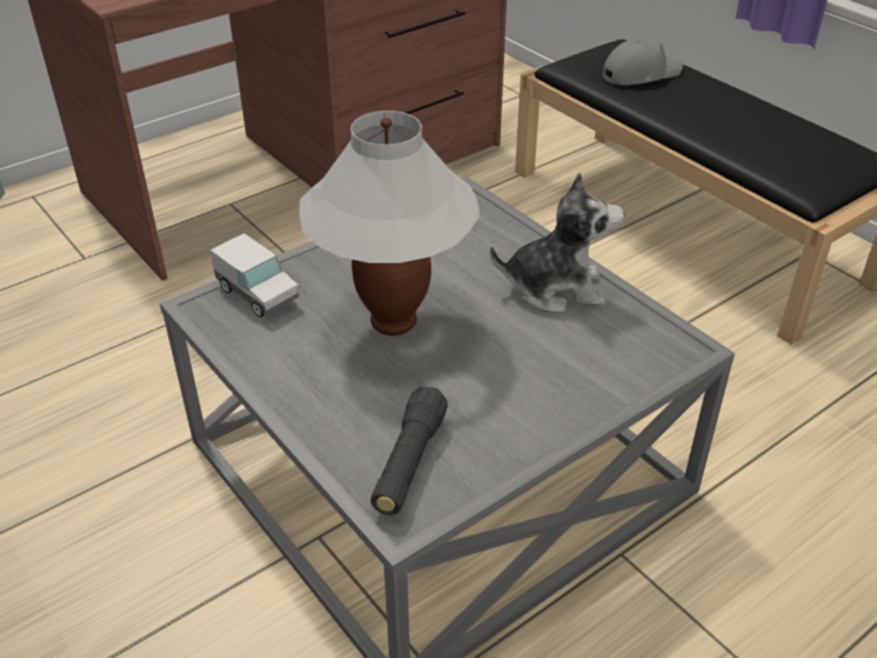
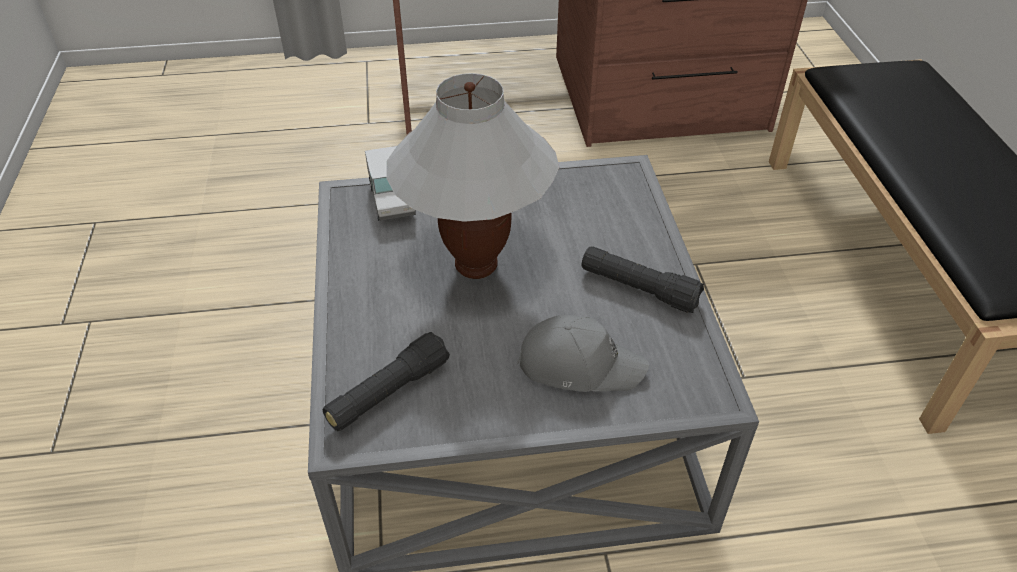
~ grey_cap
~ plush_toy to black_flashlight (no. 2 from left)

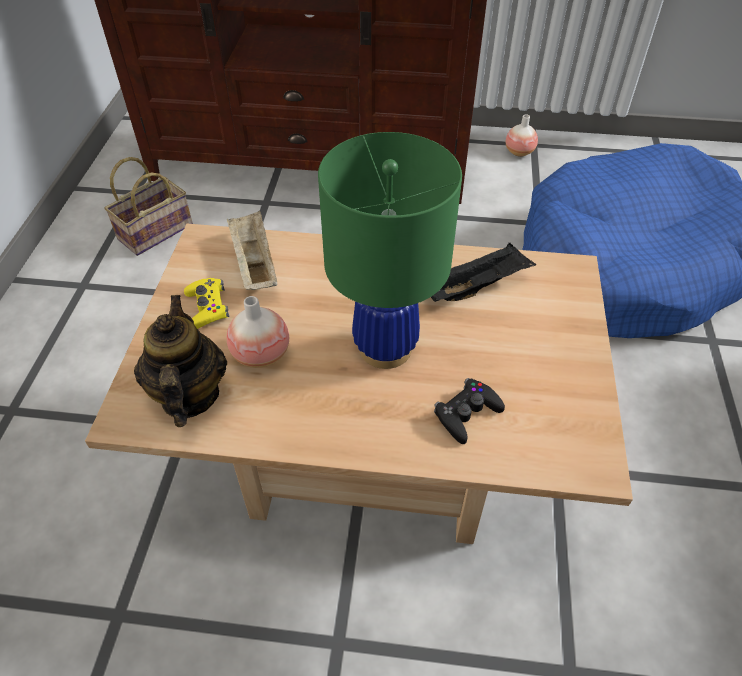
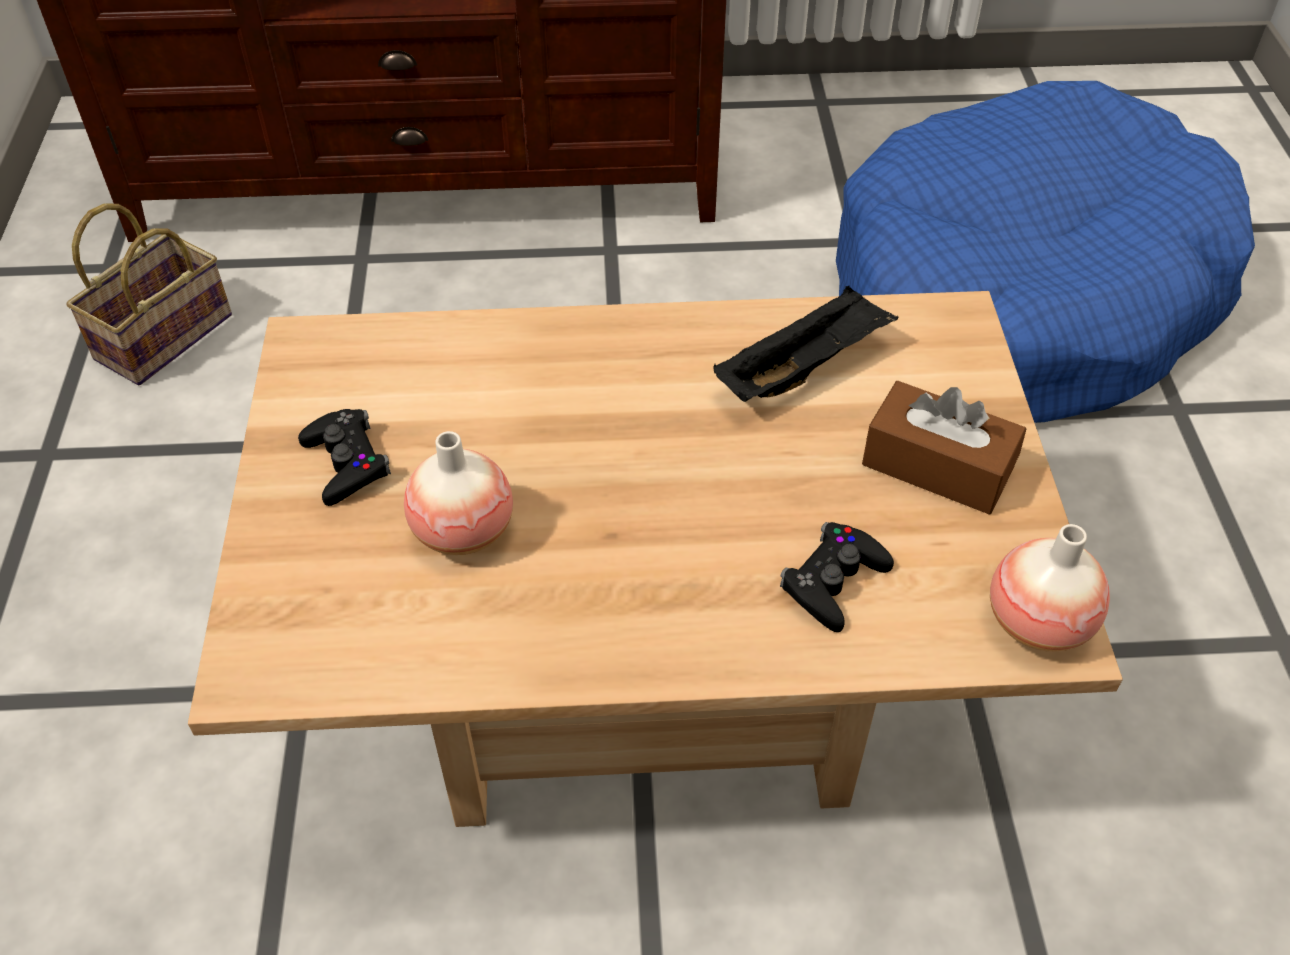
- teapot
- beige_tray
- green_table_lamp
+ brown_tissue_box
~ vase (no. 2 from left)
~ yellow_game_controller to black_game_controller (no. 1 from left)

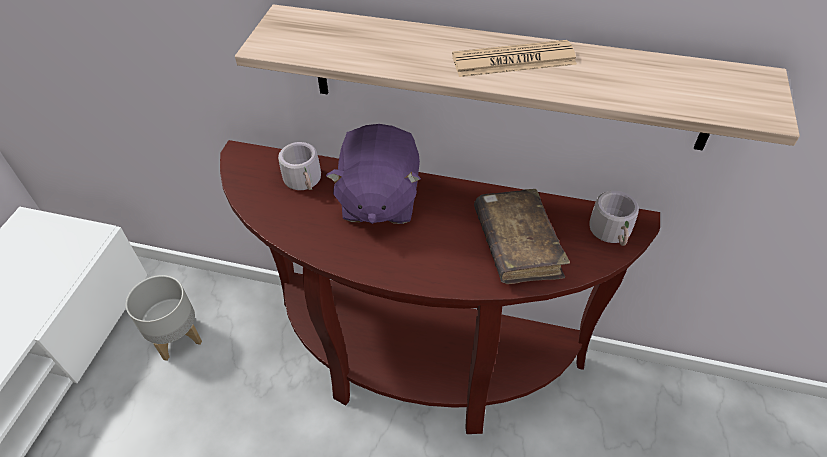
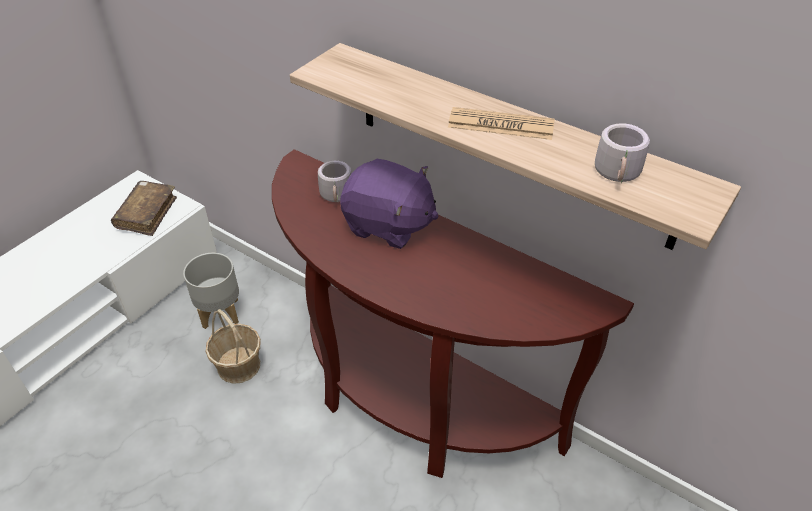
+ basket
~ brown_book
~ grey_mug (no. 2 from left)
~ purple_plush_toy 90 degrees counterclockwise

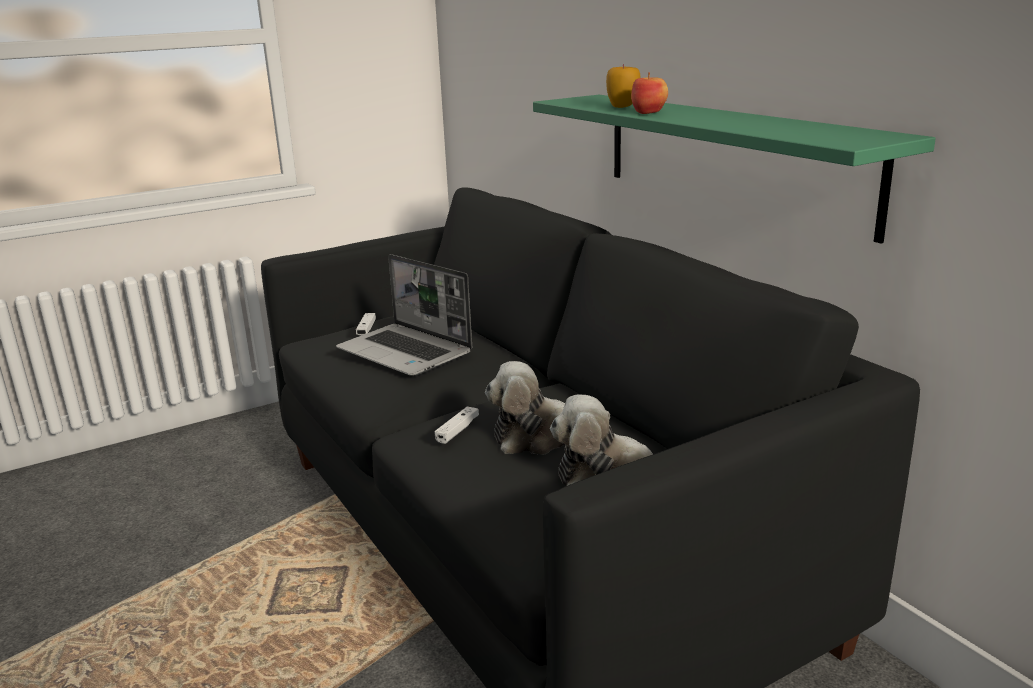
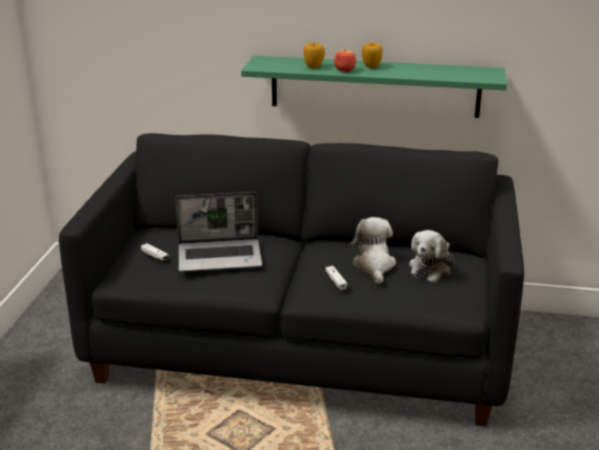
+ apple (no. 3 from left)
~ plush_toy (no. 1 from left) 150 degrees clockwise

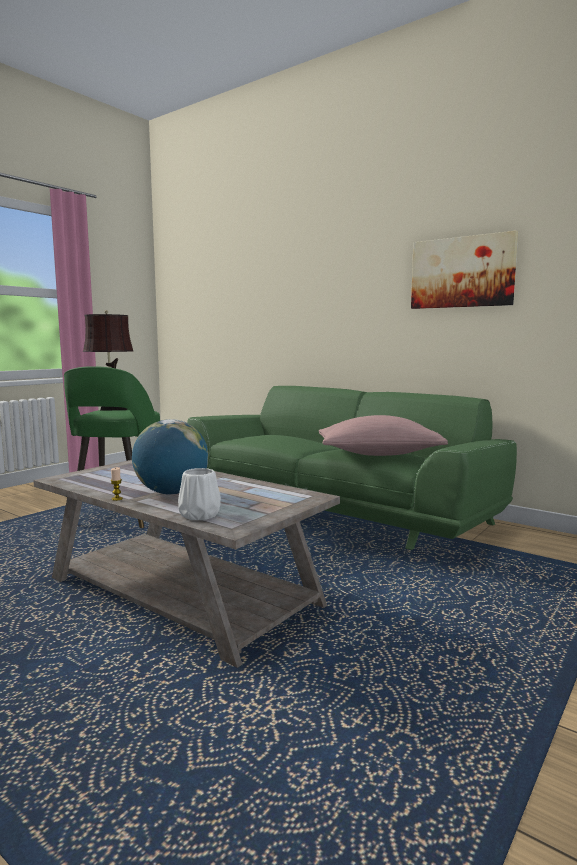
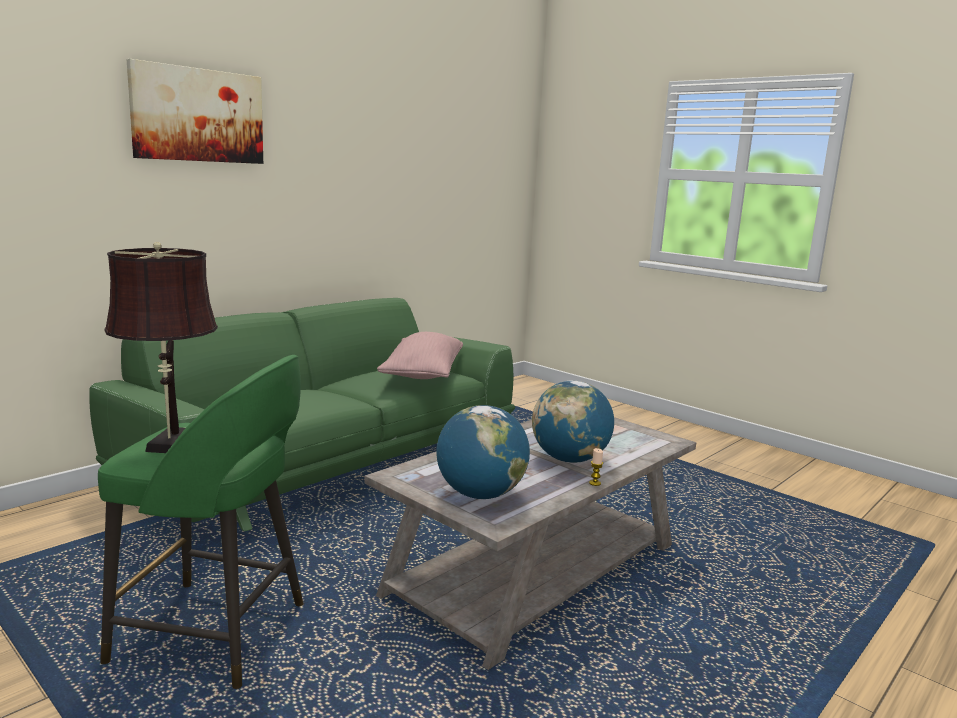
- white_vase
+ globe (no. 1 from left)
~ picture

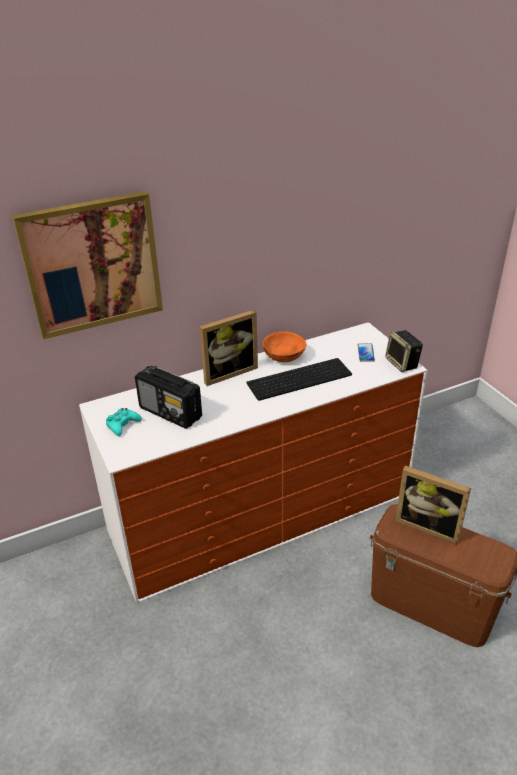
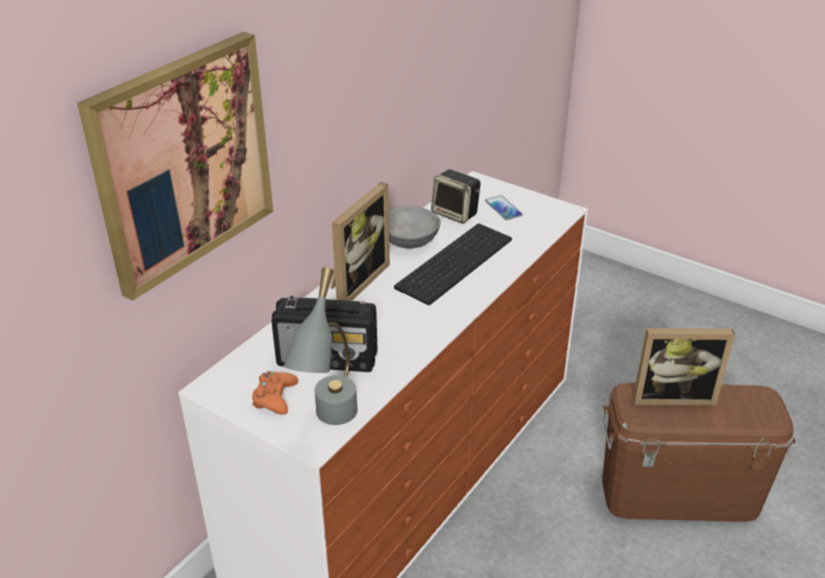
+ grey_table_lamp
~ speaker
~ turquoise_game_controller to orange_game_controller
~ orange_bowl to grey_bowl

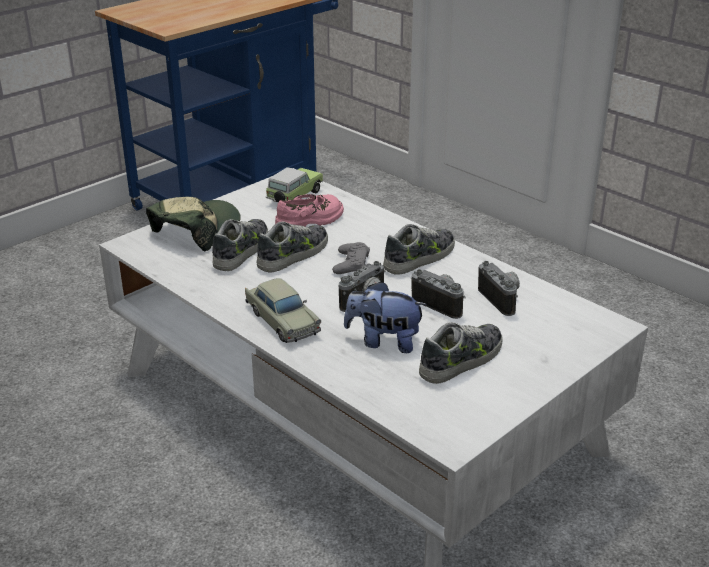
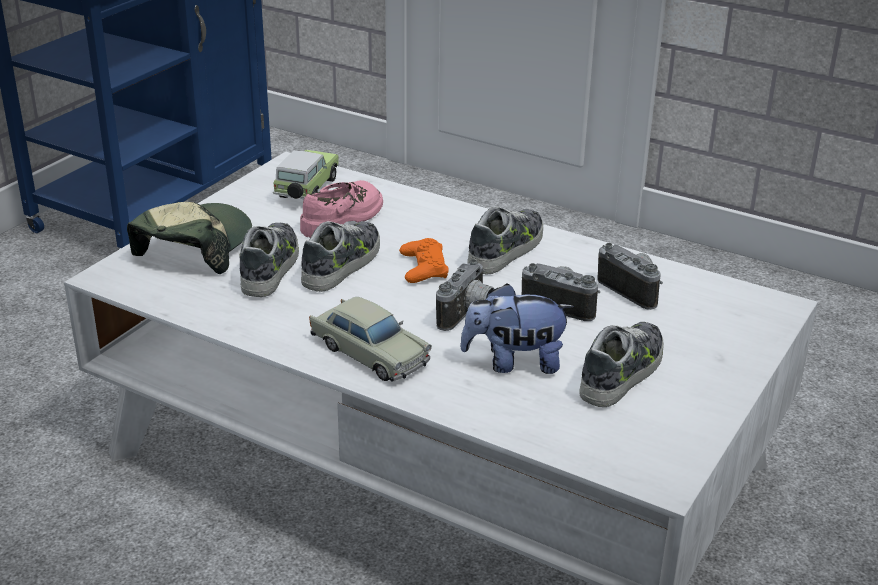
~ grey_game_controller to orange_game_controller

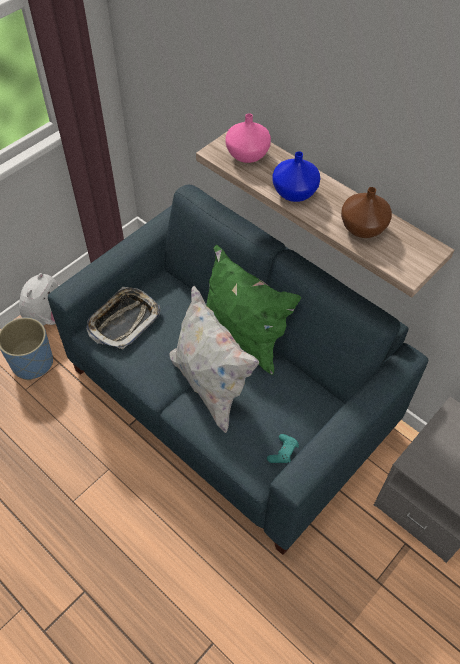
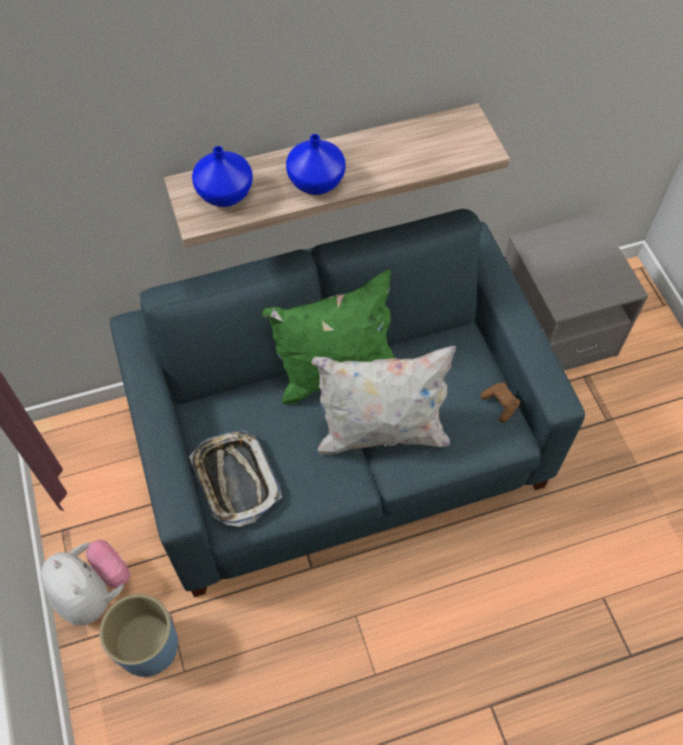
- brown_vase
~ pink_vase to blue_vase (no. 1 from left)
~ turquoise_game_controller to brown_game_controller

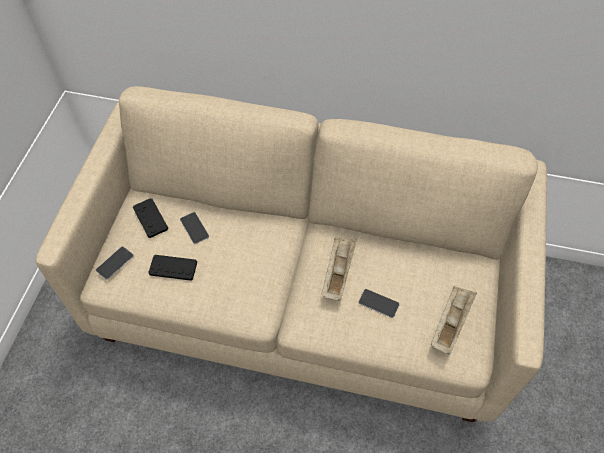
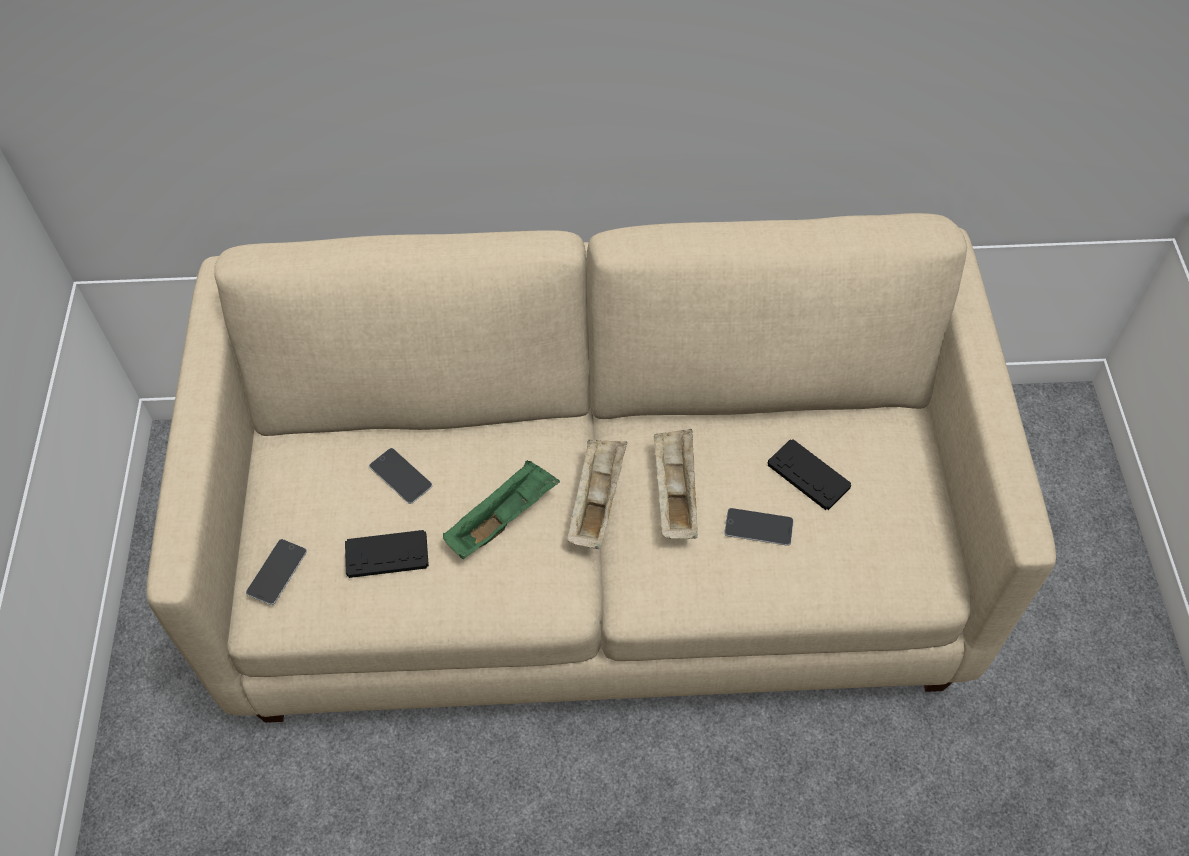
+ green_tray
~ black_game_controller (no. 1 from left in the first image) to black_game_controller (no. 2 from left)
~ beige_tray (no. 2 from left in the first image) to beige_tray (no. 1 from left)

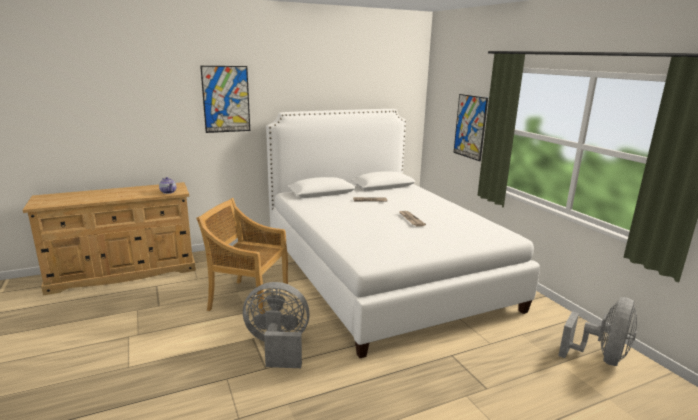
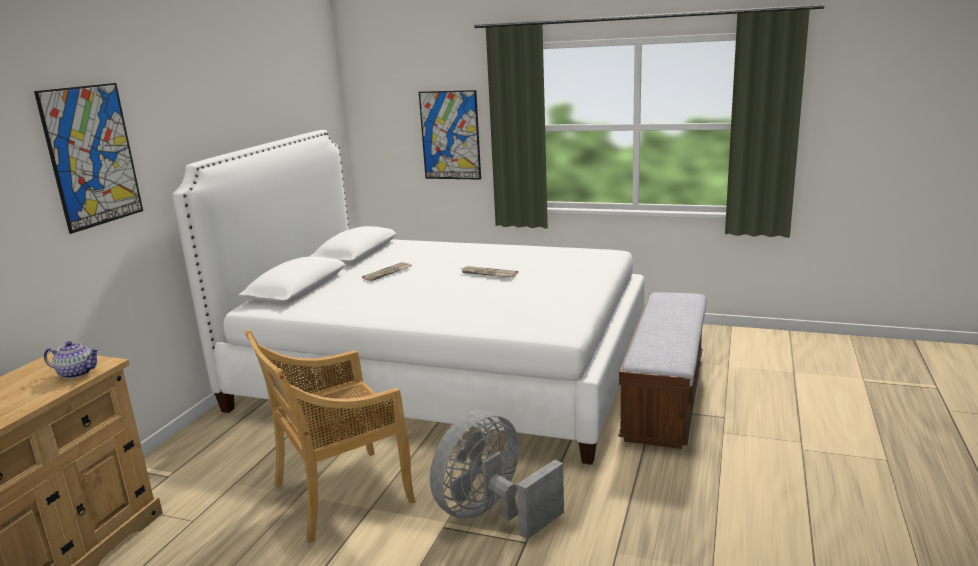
- grey_fan (no. 2 from left)
+ bench

